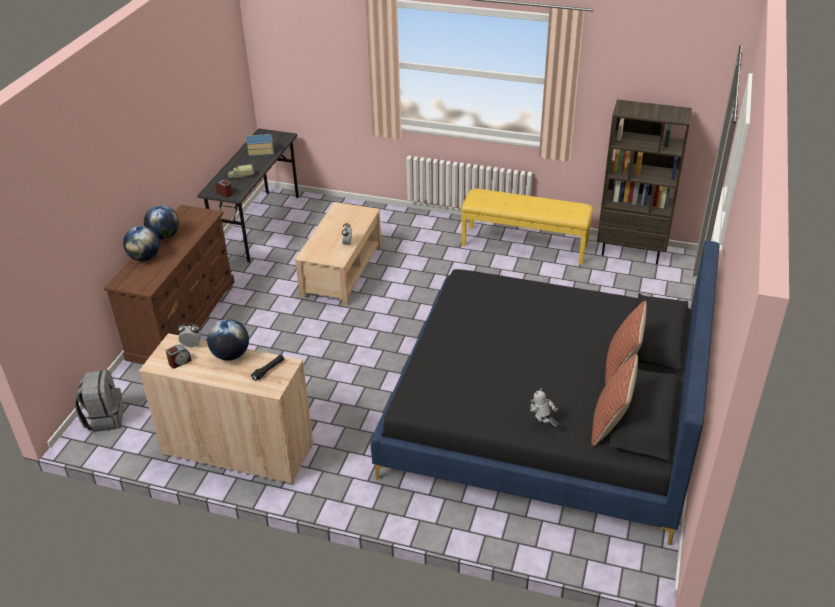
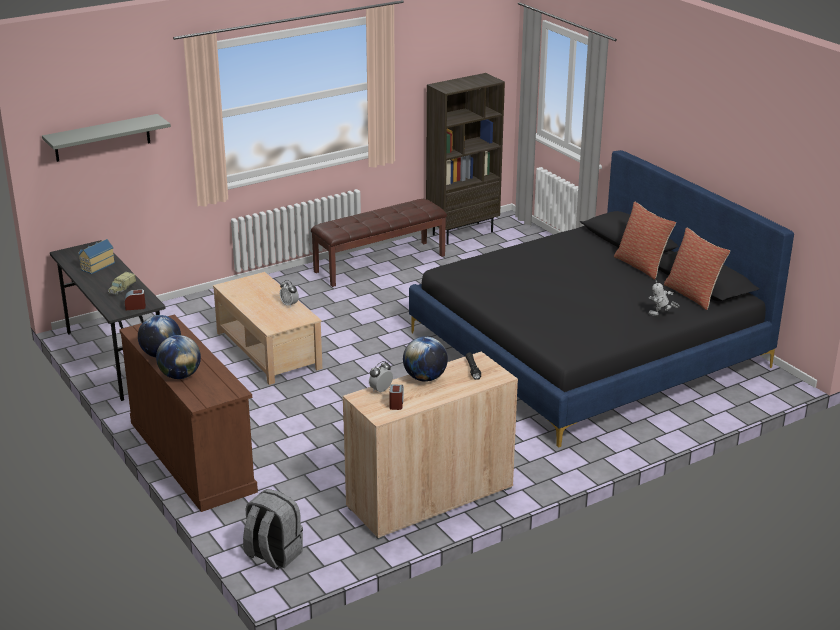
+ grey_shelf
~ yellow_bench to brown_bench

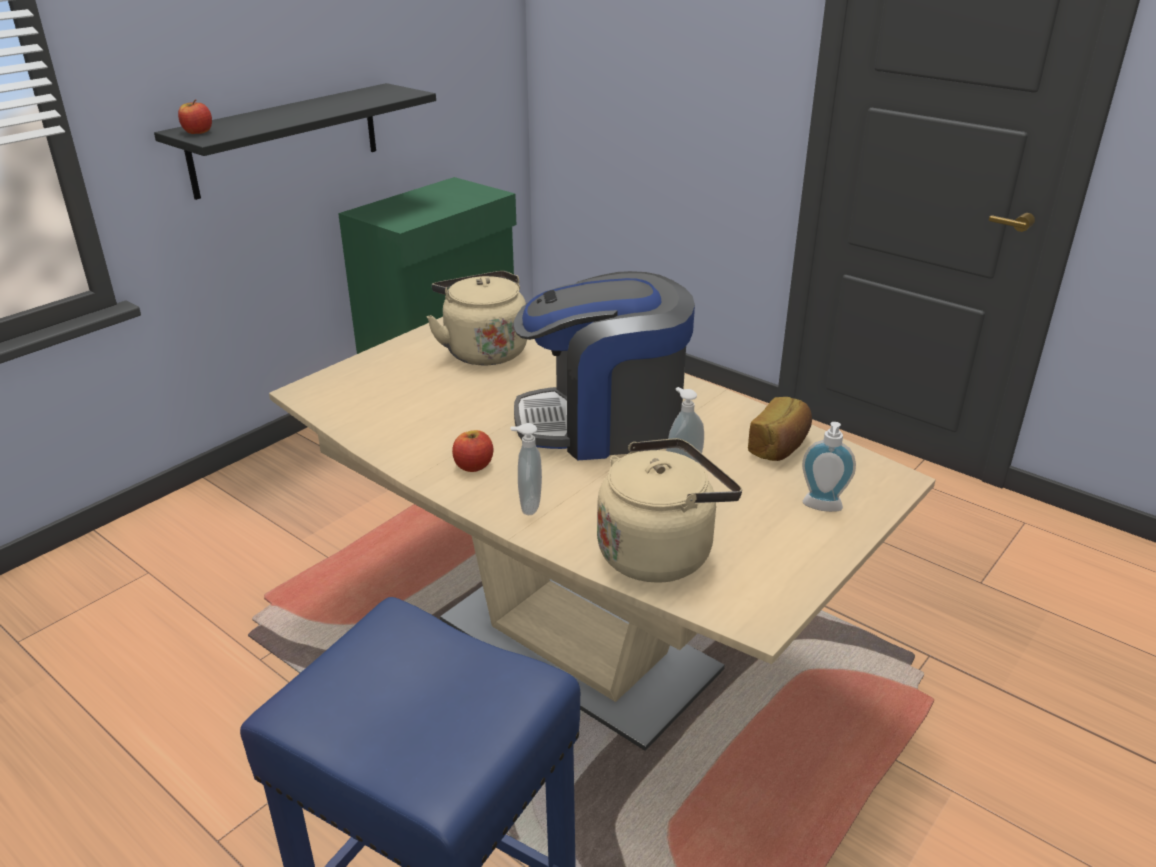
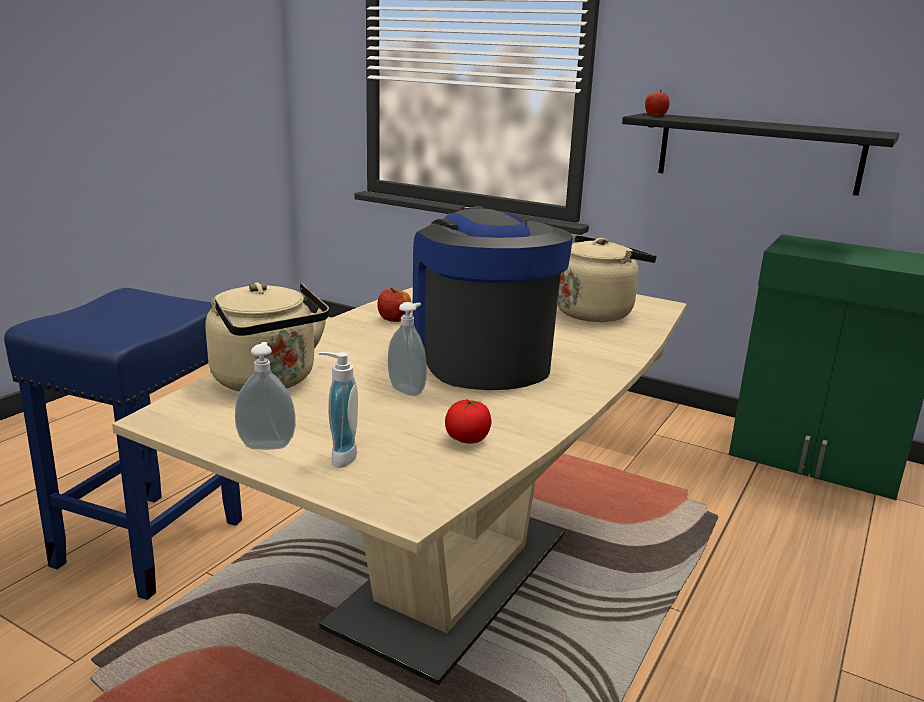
~ soap_dispenser (no. 1 from left)
~ bread to tomato

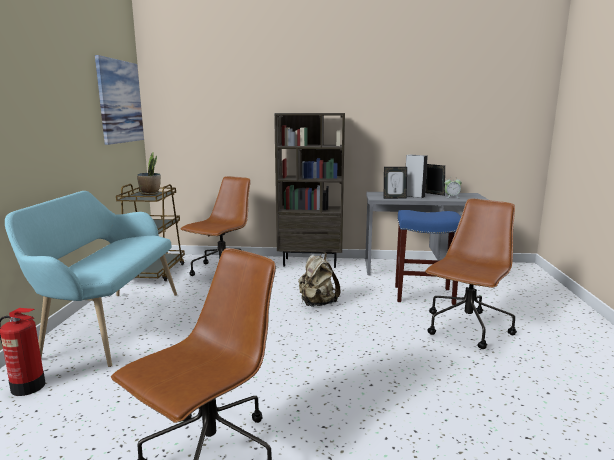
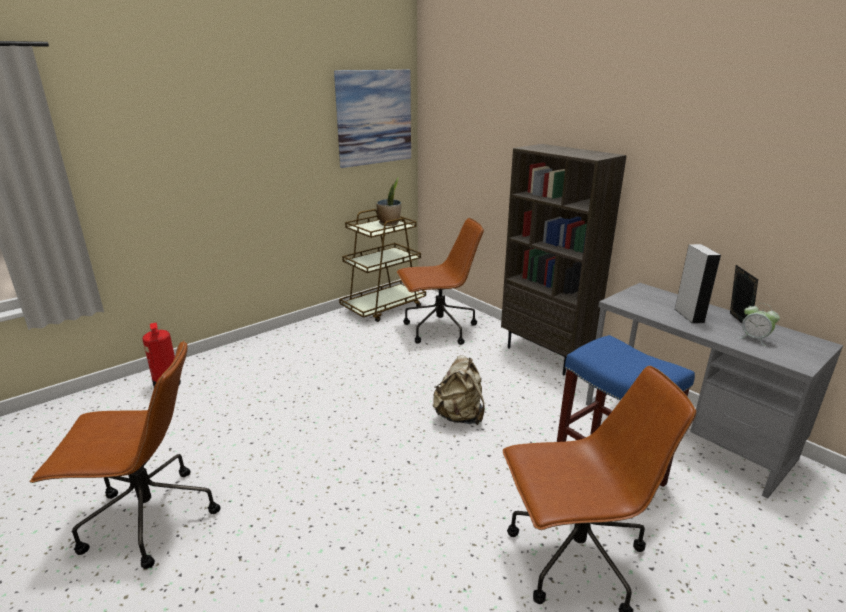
- turquoise_bench
- picture_frame (no. 1 from left)

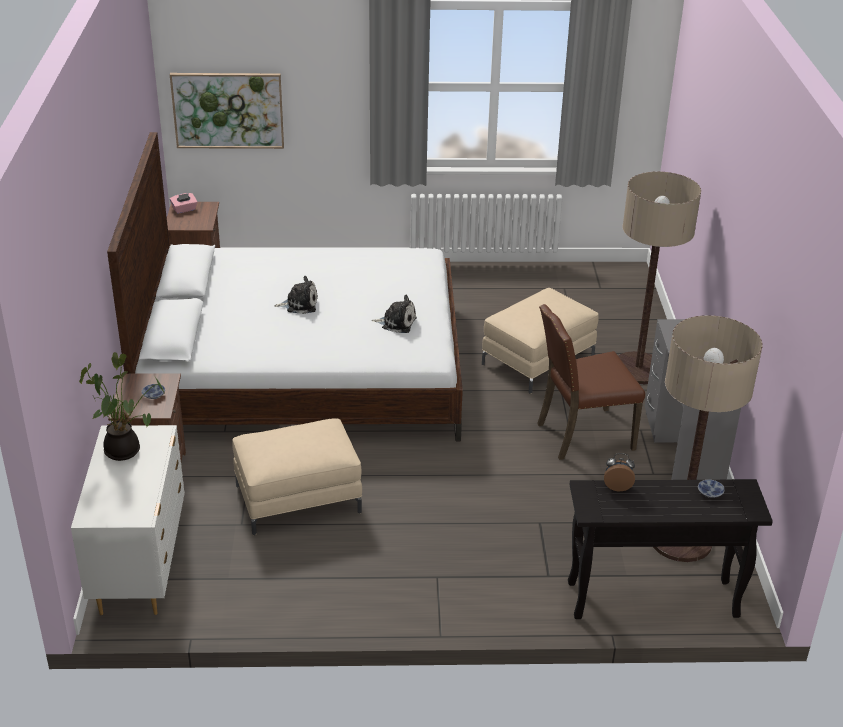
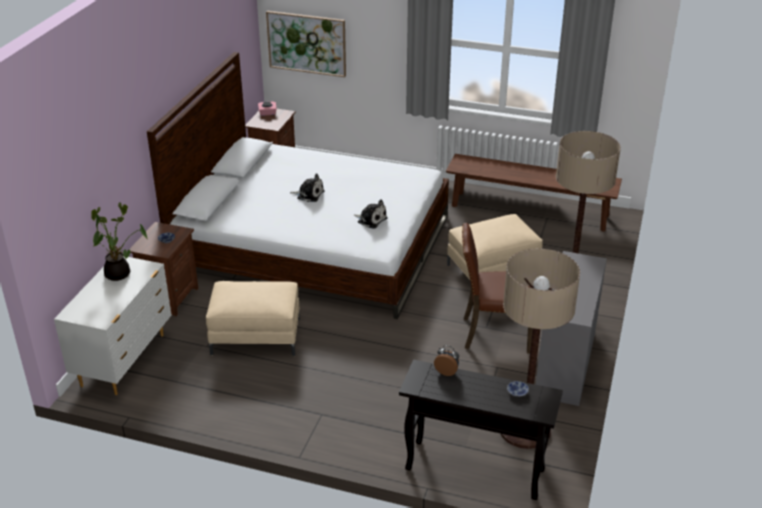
+ brown_bench

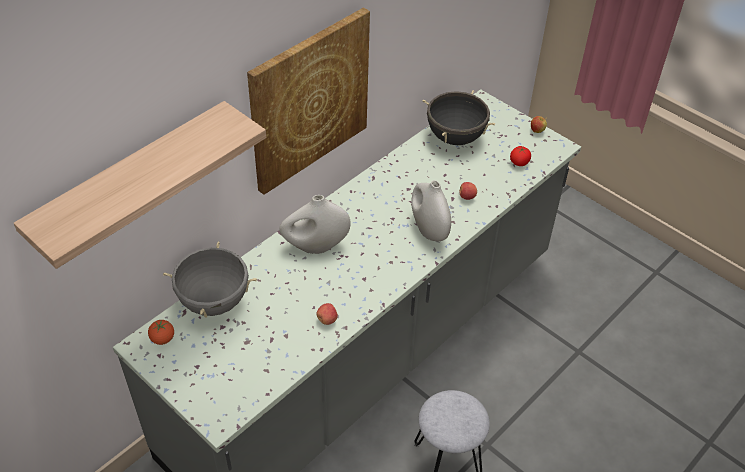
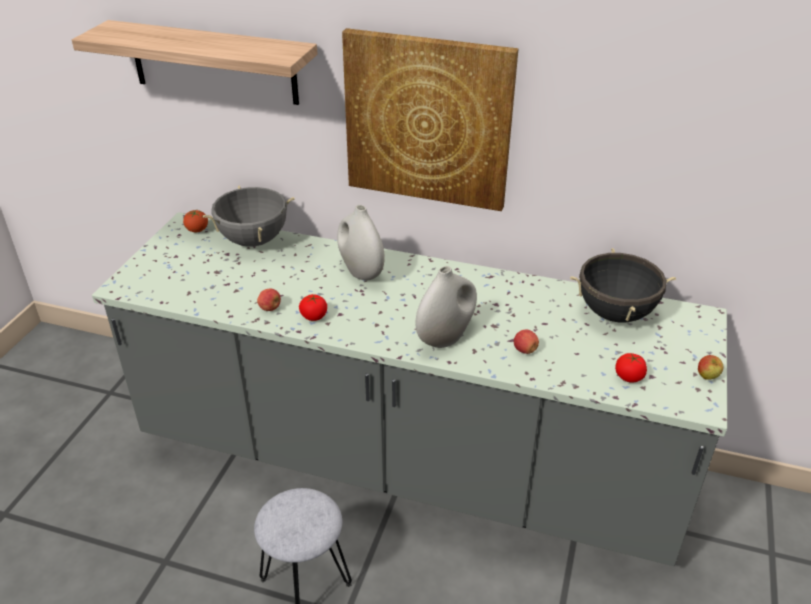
+ tomato (no. 2 from left)

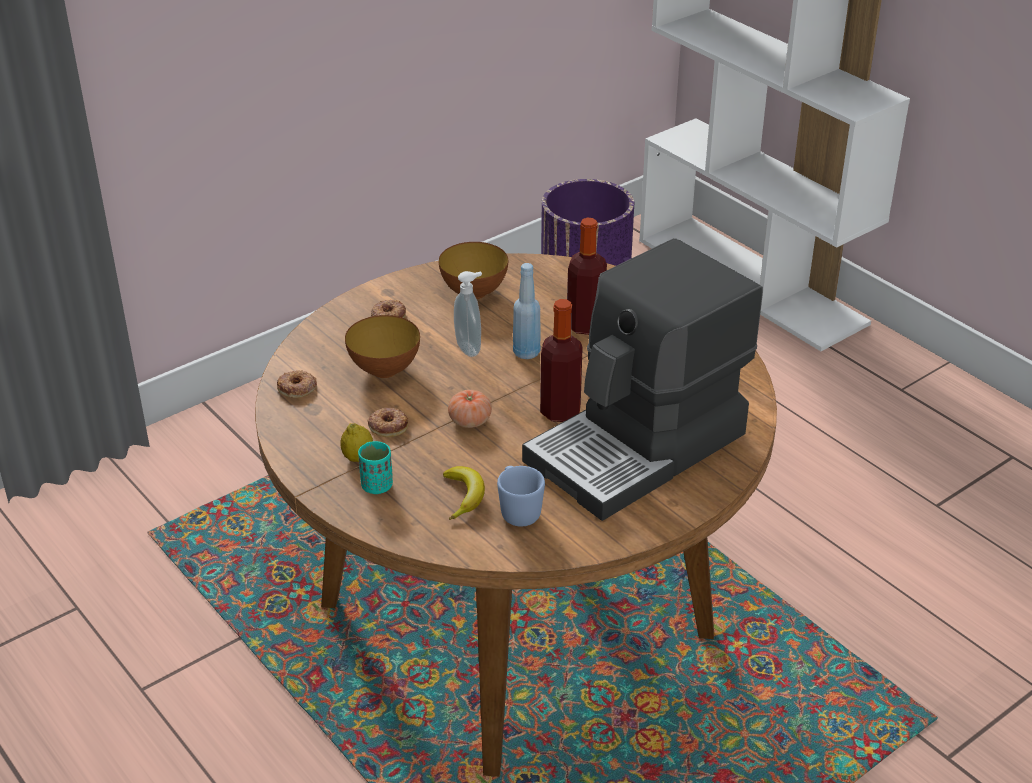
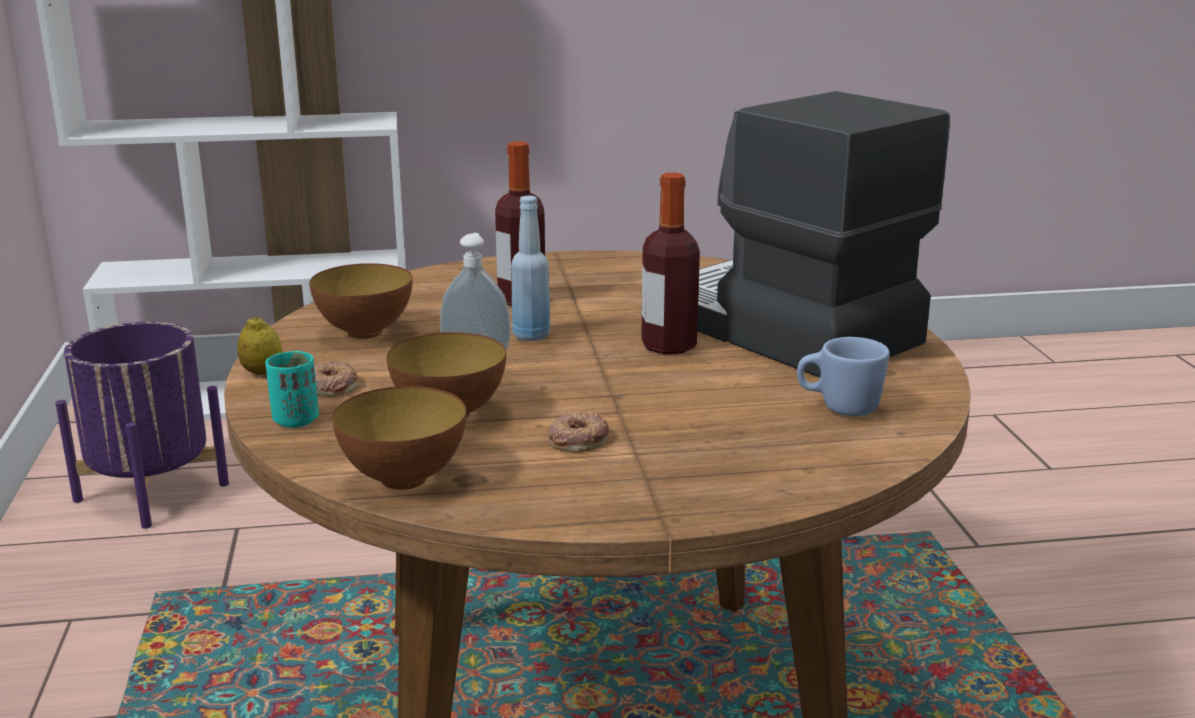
- banana
- tomato
~ lemon
~ turquoise_cup
~ donut (no. 1 from left) to bowl (no. 2 from left)
~ coffee_machine 150 degrees clockwise

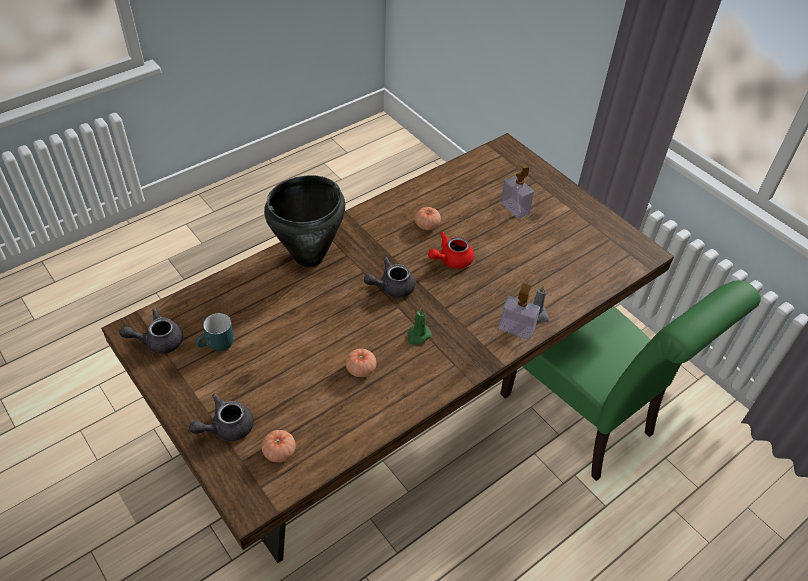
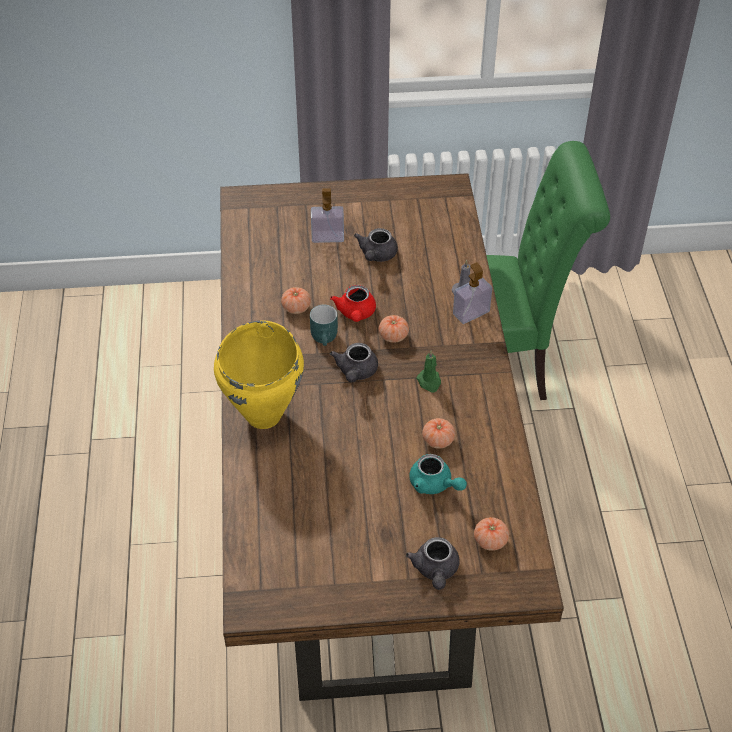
+ tomato (no. 2 from left)
+ turquoise_teapot
~ grey_teapot (no. 1 from left in the first image) to grey_teapot (no. 2 from left)
~ turquoise_mug
~ black_cooking_pot to yellow_cooking_pot

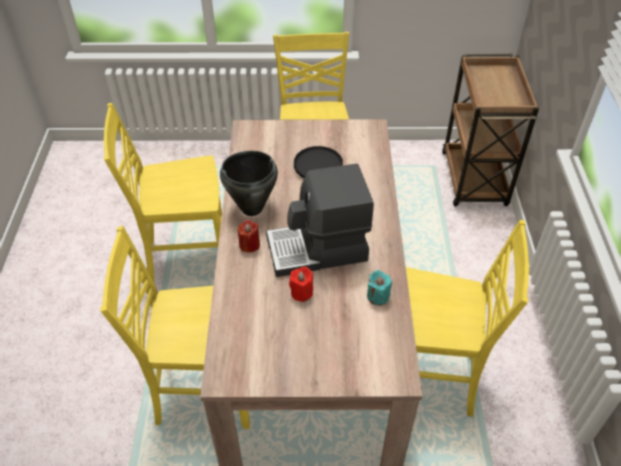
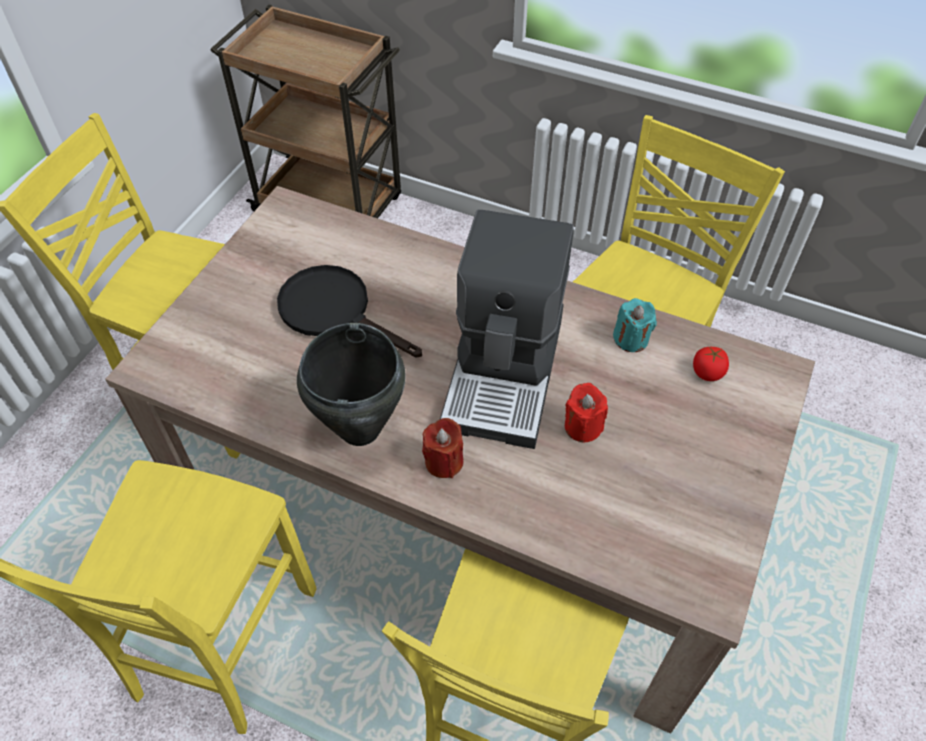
+ tomato

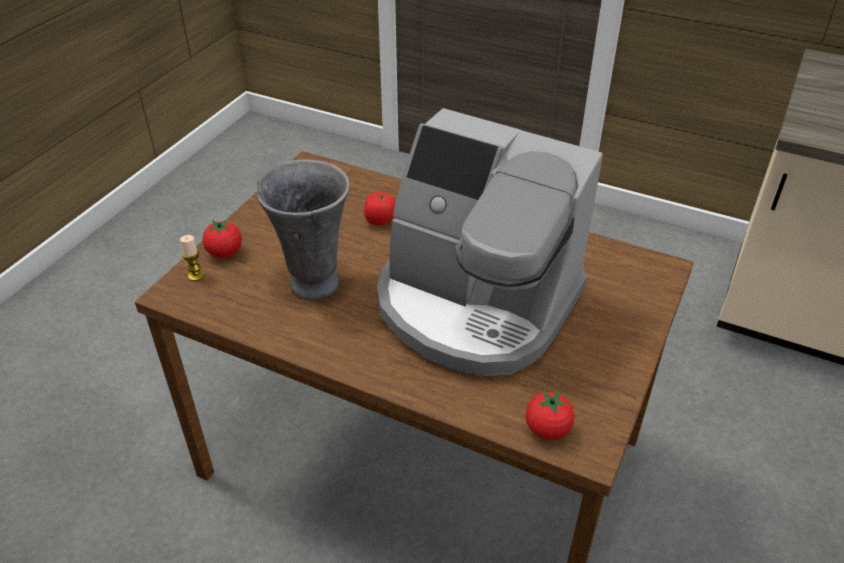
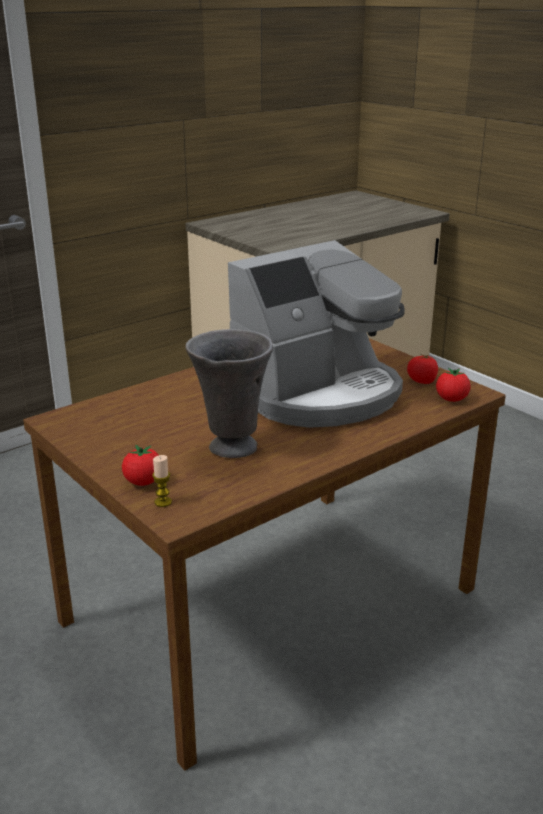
~ tomato (no. 2 from left)

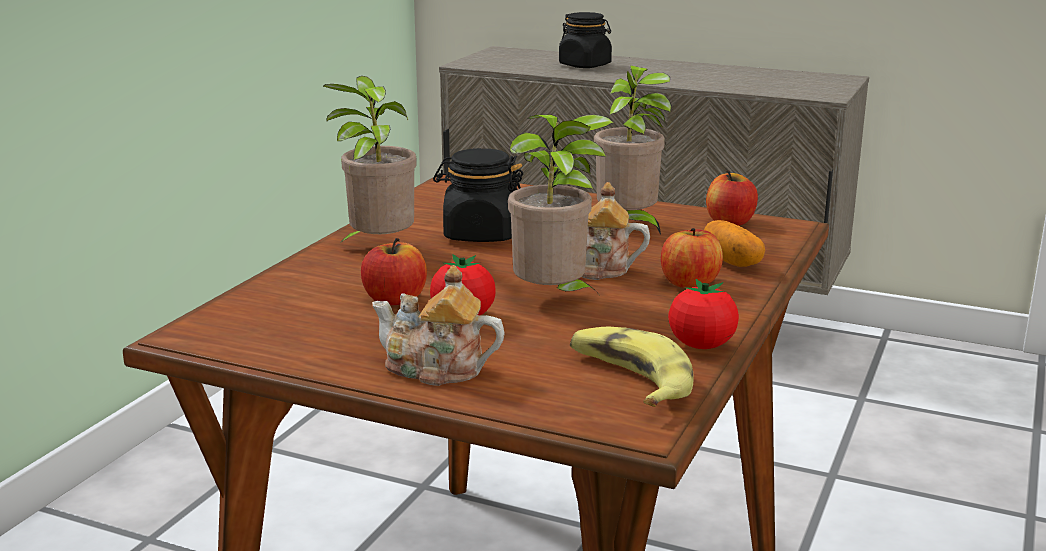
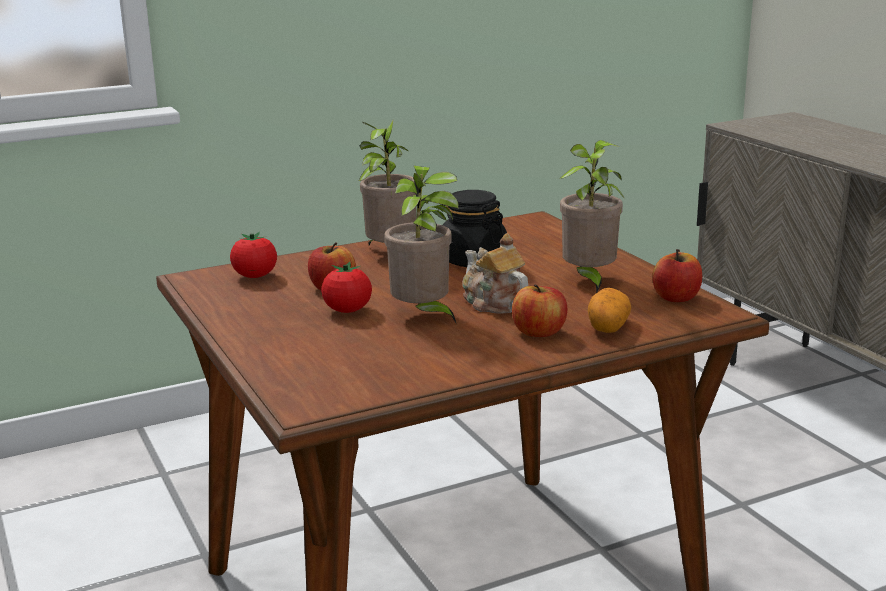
- teapot (no. 1 from left)
- black_jar (no. 2 from left)
- banana
~ tomato (no. 2 from left in the first image) to tomato (no. 1 from left)

